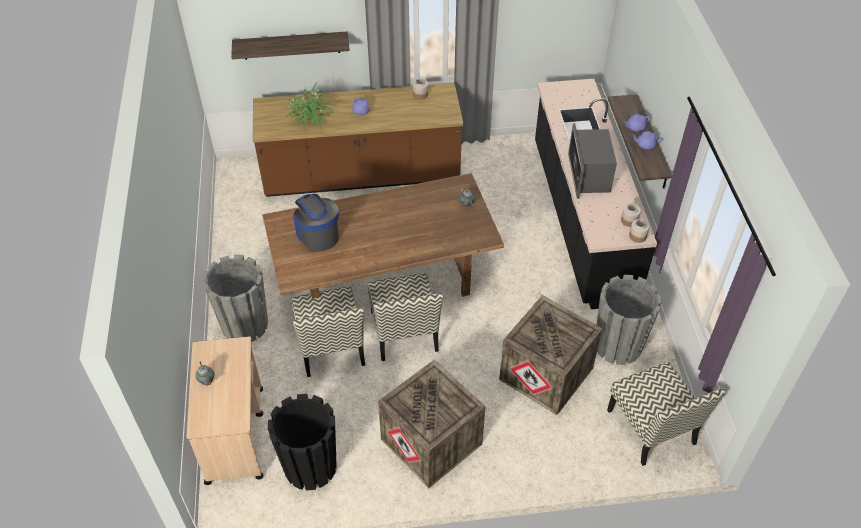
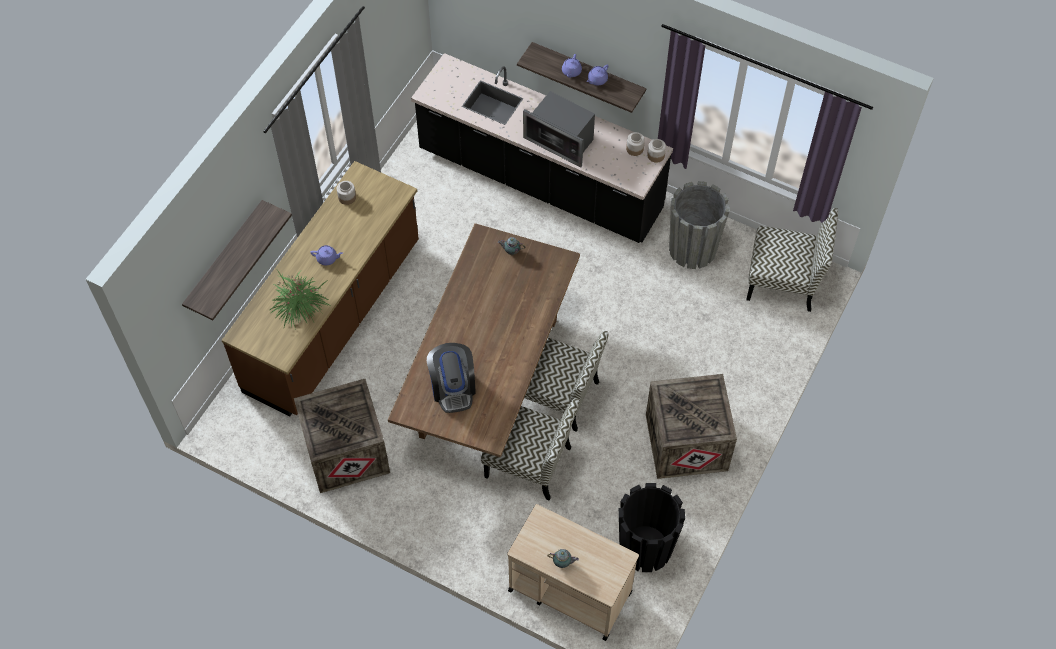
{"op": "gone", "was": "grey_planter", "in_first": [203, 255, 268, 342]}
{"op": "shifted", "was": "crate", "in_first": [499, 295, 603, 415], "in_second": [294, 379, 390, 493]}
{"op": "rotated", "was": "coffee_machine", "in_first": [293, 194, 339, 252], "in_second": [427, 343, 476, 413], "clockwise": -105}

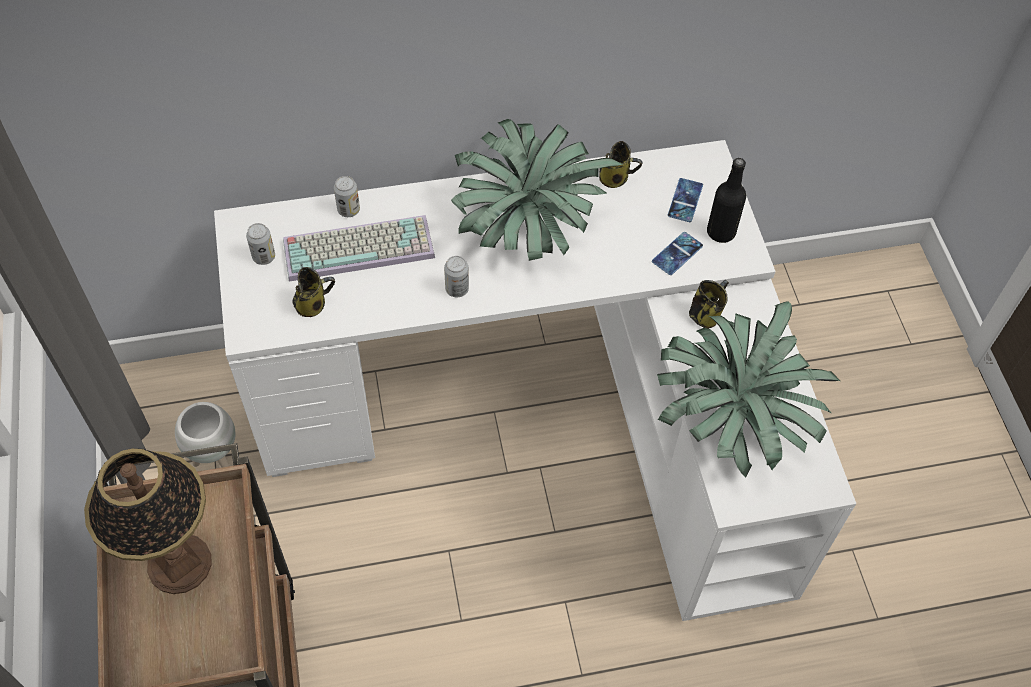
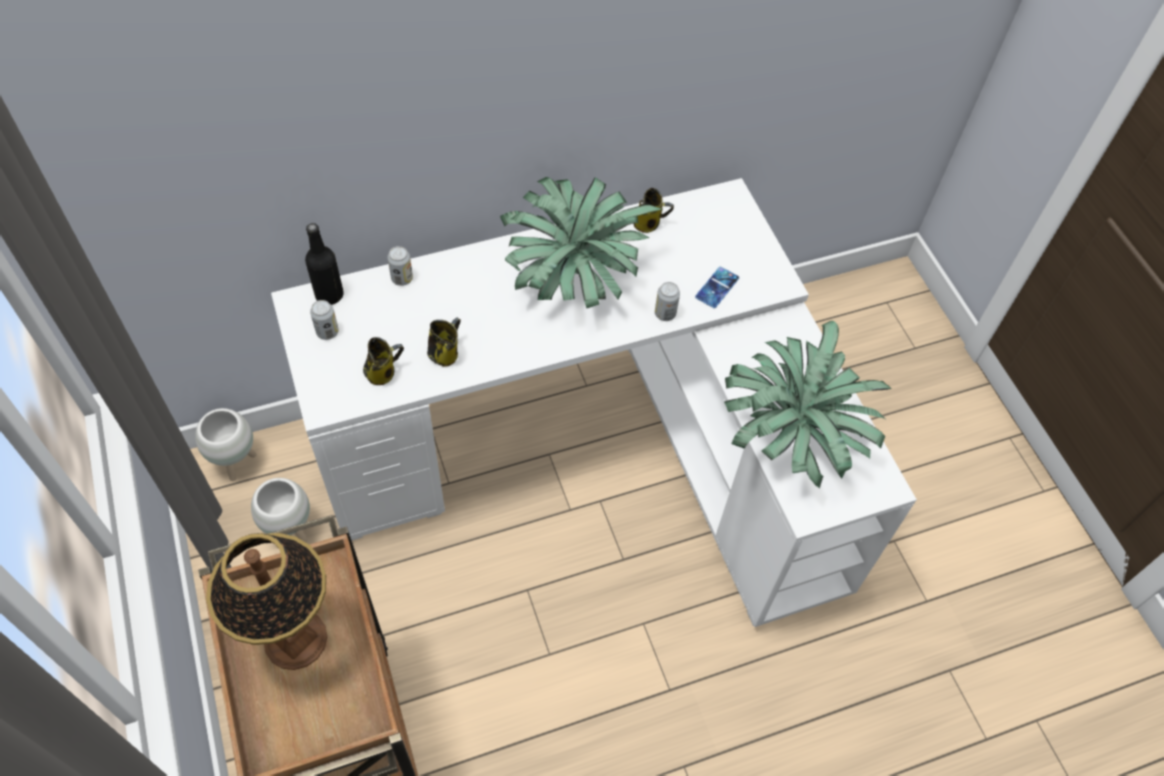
{"op": "gone", "was": "keyboard", "in_first": [283, 215, 435, 282]}
{"op": "gone", "was": "phone", "in_first": [668, 178, 703, 222]}
{"op": "new", "now": "white_planter", "in_second": [195, 408, 257, 481]}
{"op": "shifted", "was": "can", "in_first": [444, 256, 469, 297], "in_second": [655, 282, 680, 321]}
{"op": "shifted", "was": "mug", "in_first": [689, 280, 729, 329], "in_second": [427, 318, 461, 367]}
{"op": "shifted", "was": "black_bottle", "in_first": [707, 158, 746, 243], "in_second": [305, 223, 344, 305]}

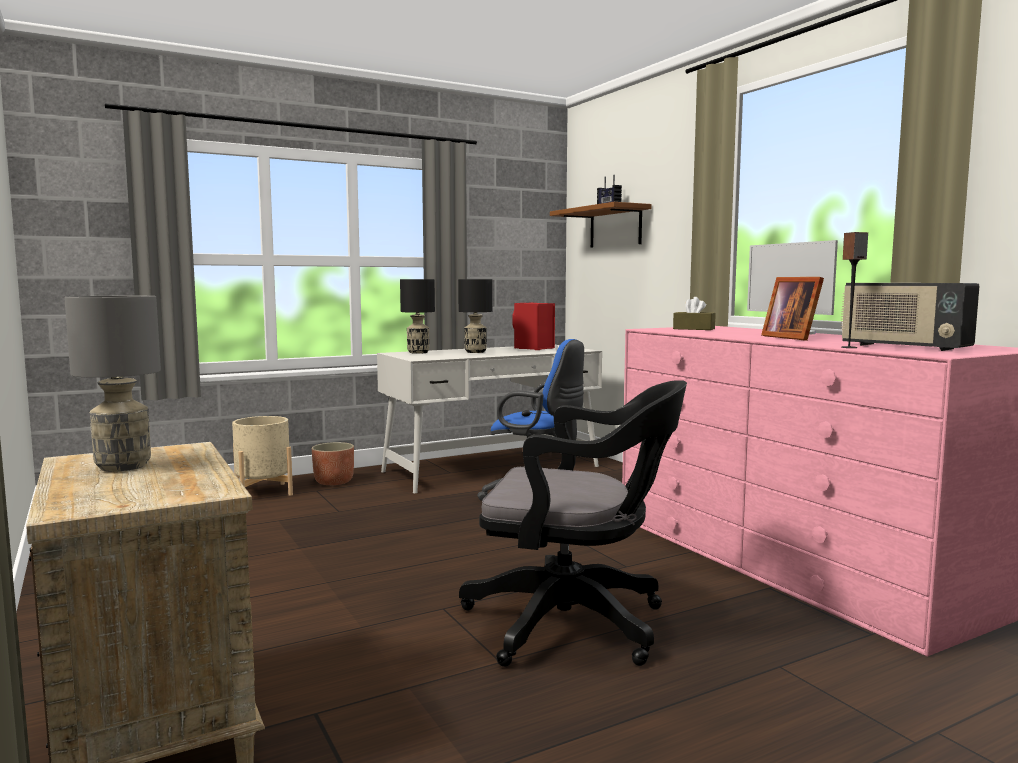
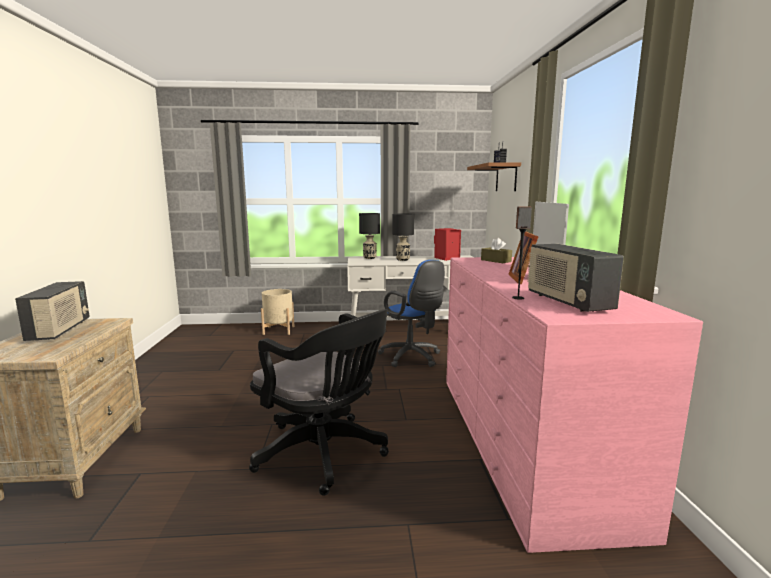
{"op": "gone", "was": "planter", "in_first": [312, 442, 354, 485]}
{"op": "swapped", "was": "grey_table_lamp", "now": "radio", "in_first": [64, 296, 161, 472], "in_second": [15, 281, 89, 341]}

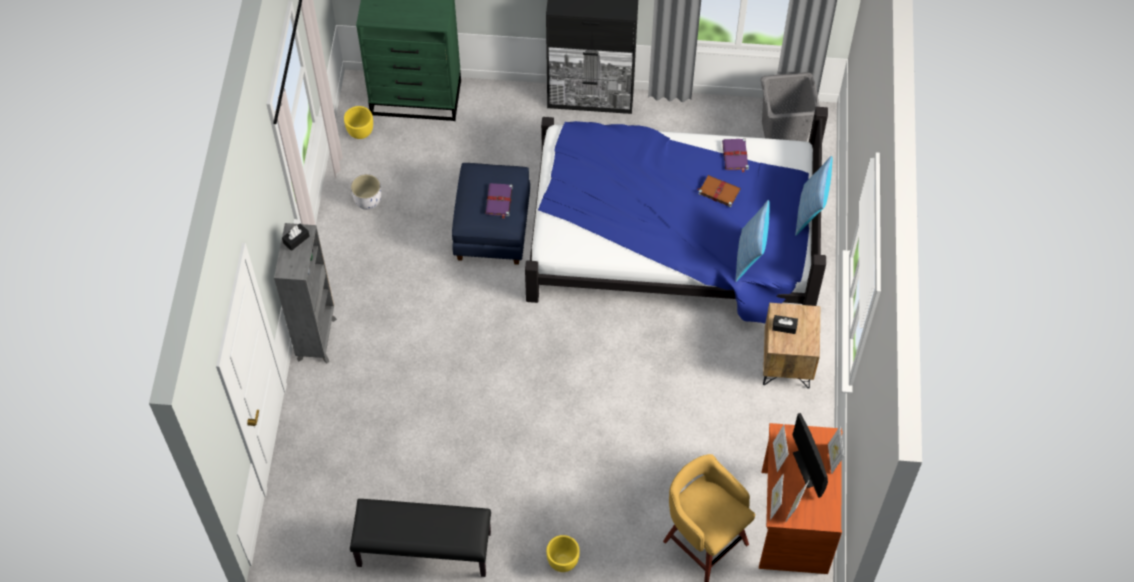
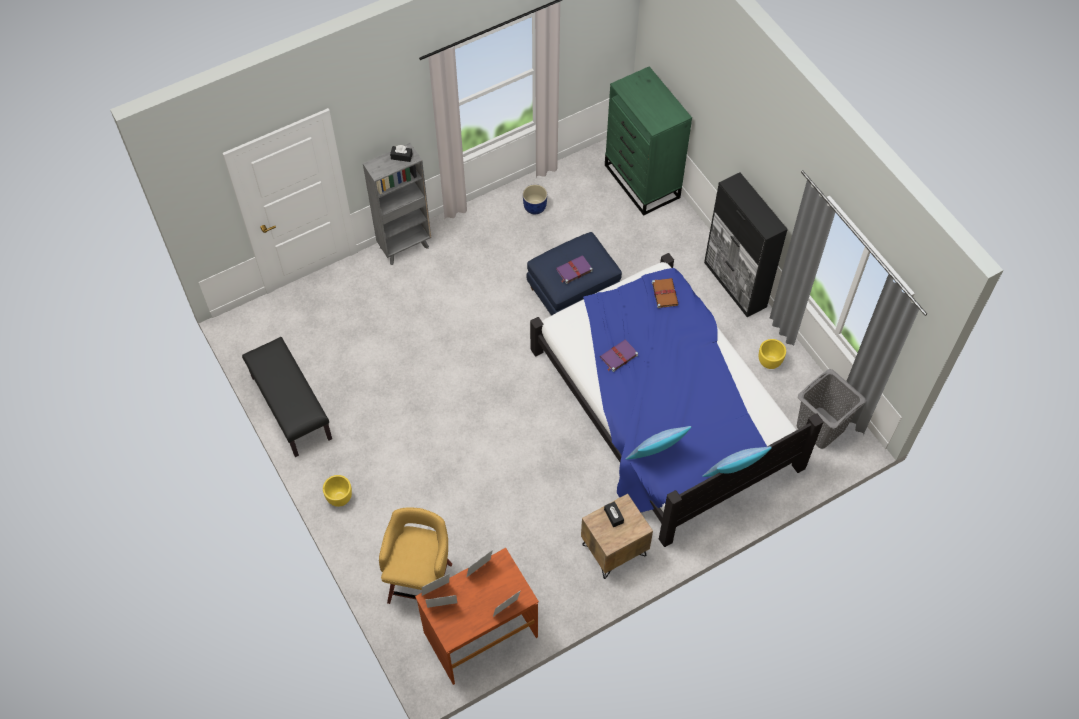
{"op": "gone", "was": "monitor", "in_first": [793, 413, 828, 498]}
{"op": "shifted", "was": "yellow_planter", "in_first": [344, 106, 373, 139], "in_second": [759, 339, 786, 369]}
{"op": "shifted", "was": "brown_book", "in_first": [697, 175, 741, 207], "in_second": [652, 278, 679, 308]}
{"op": "shifted", "was": "purple_book", "in_first": [722, 139, 749, 173], "in_second": [600, 340, 638, 372]}
{"op": "repainted", "was": "white_planter", "now": "blue_planter", "in_first": [351, 174, 381, 210], "in_second": [523, 184, 547, 214]}

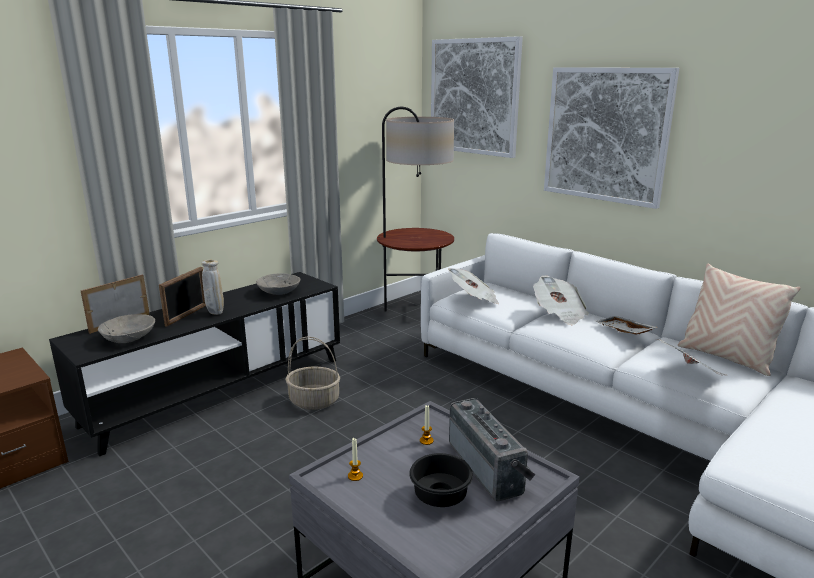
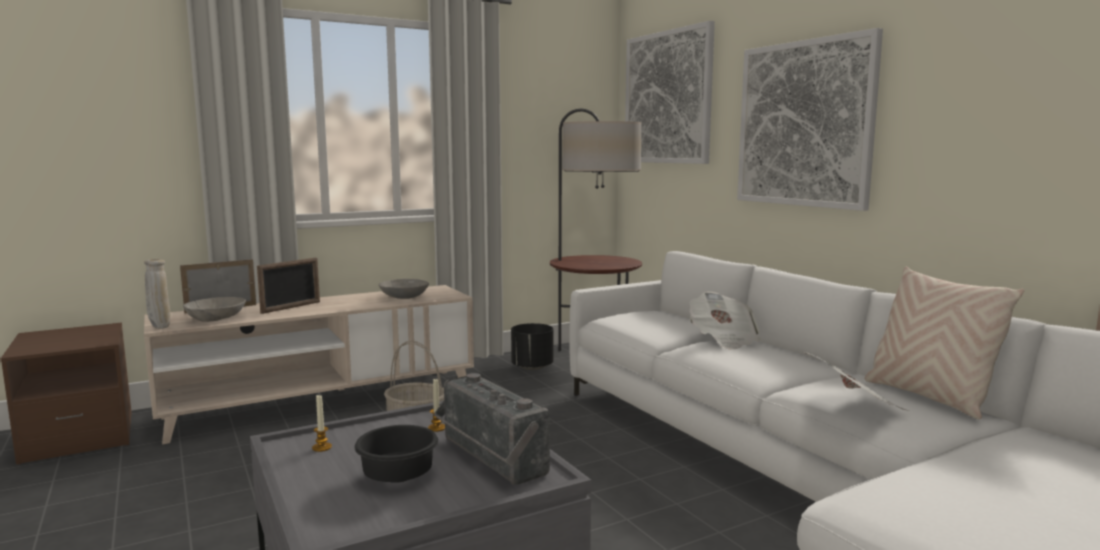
{"op": "gone", "was": "newspaper", "in_first": [448, 268, 499, 304]}
{"op": "gone", "was": "grey_tray", "in_first": [595, 316, 657, 335]}
{"op": "new", "now": "black_planter", "in_second": [511, 323, 554, 370]}
{"op": "shifted", "was": "beige_vase", "in_first": [202, 260, 224, 315], "in_second": [144, 259, 171, 329]}
{"op": "repainted", "was": "black_tv_stand", "now": "beige_tv_stand", "in_first": [49, 272, 340, 456], "in_second": [144, 285, 474, 444]}
{"op": "rotated", "was": "radio", "in_first": [449, 398, 536, 501], "in_second": [434, 373, 550, 485], "clockwise": 150}

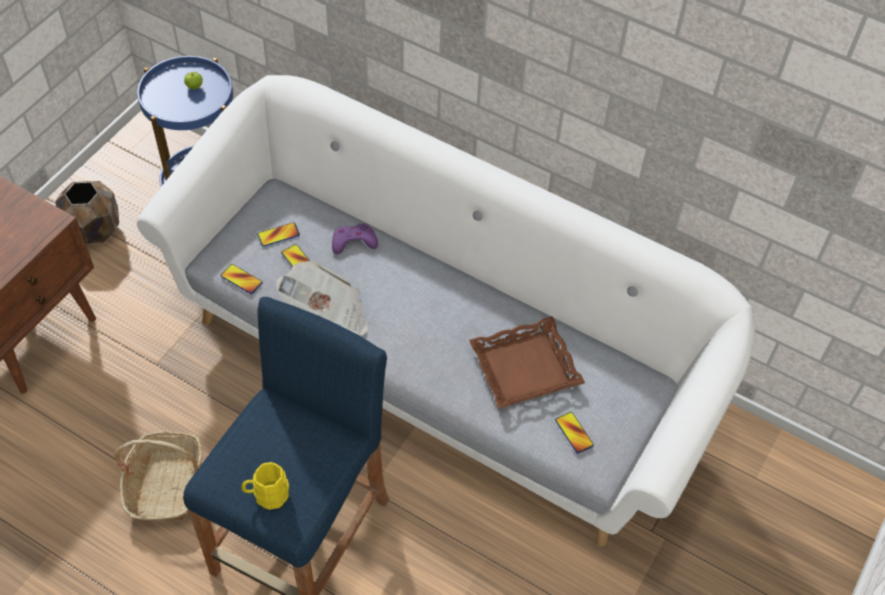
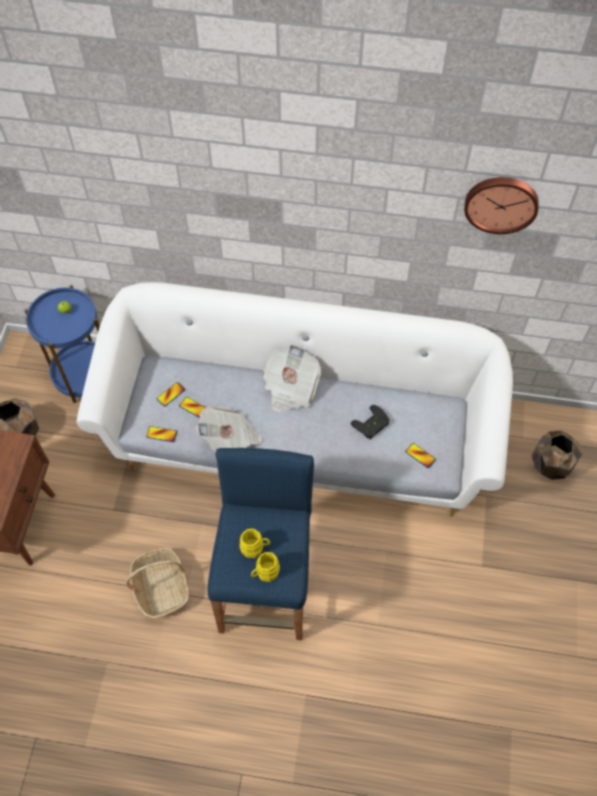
{"op": "gone", "was": "purple_game_controller", "in_first": [332, 224, 378, 254]}
{"op": "new", "now": "yellow_mug", "in_second": [240, 529, 270, 558]}
{"op": "new", "now": "newspaper", "in_second": [263, 344, 321, 412]}
{"op": "new", "now": "wall_clock", "in_second": [464, 177, 539, 234]}
{"op": "new", "now": "brown_planter", "in_second": [531, 431, 582, 480]}
{"op": "swapped", "was": "brown_tray", "now": "black_game_controller", "in_first": [469, 316, 585, 409], "in_second": [351, 405, 389, 439]}

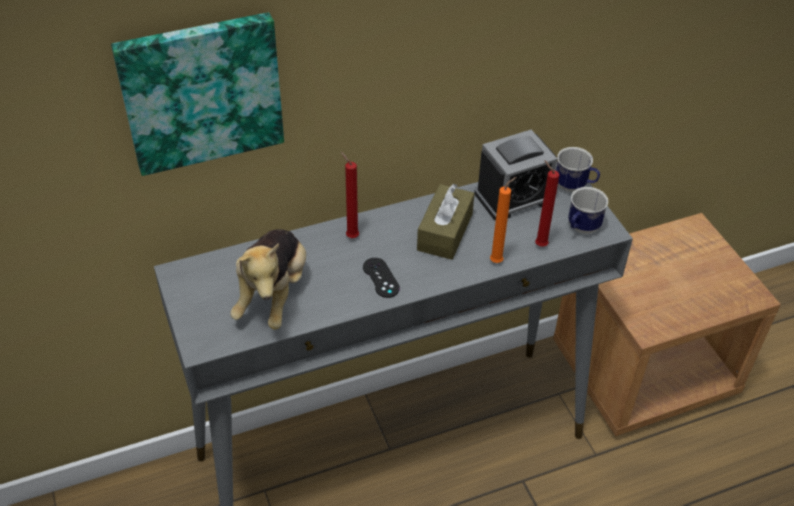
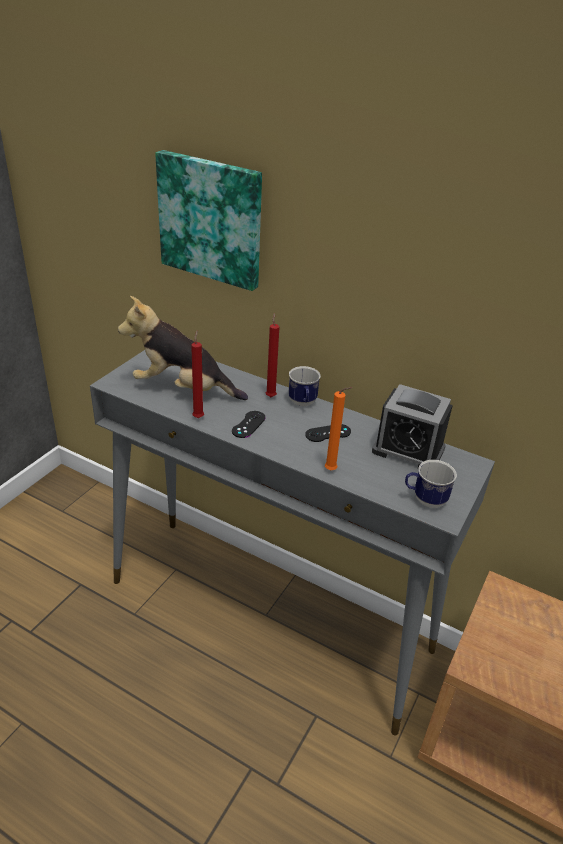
{"op": "shifted", "was": "red_candle", "in_first": [535, 160, 559, 247], "in_second": [191, 331, 204, 418]}
{"op": "shifted", "was": "mug", "in_first": [556, 147, 600, 192], "in_second": [289, 366, 321, 407]}
{"op": "swapped", "was": "brown_tissue_box", "now": "black_game_controller", "in_first": [417, 184, 475, 260], "in_second": [305, 424, 351, 442]}
{"op": "rotated", "was": "plush_toy", "in_first": [230, 229, 306, 330], "in_second": [118, 296, 248, 400], "clockwise": 45}

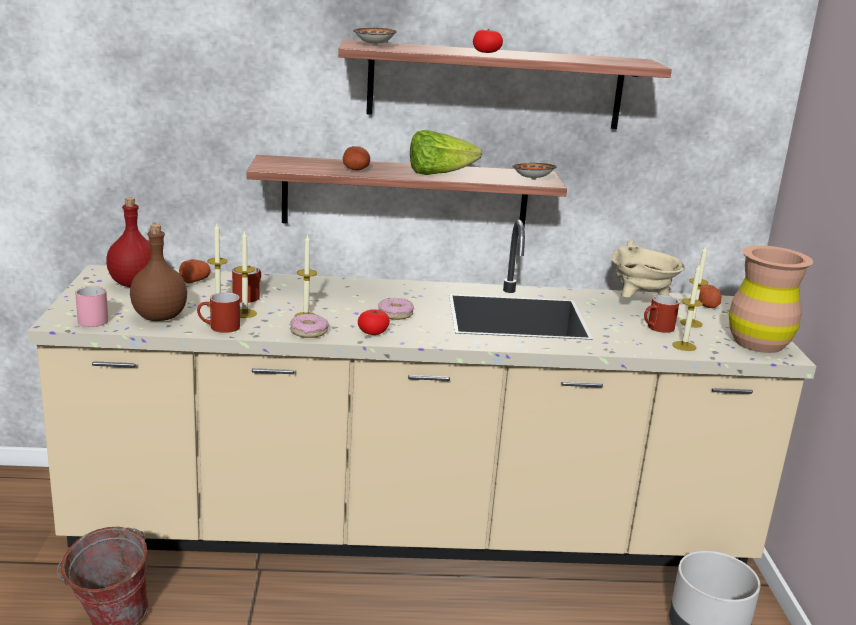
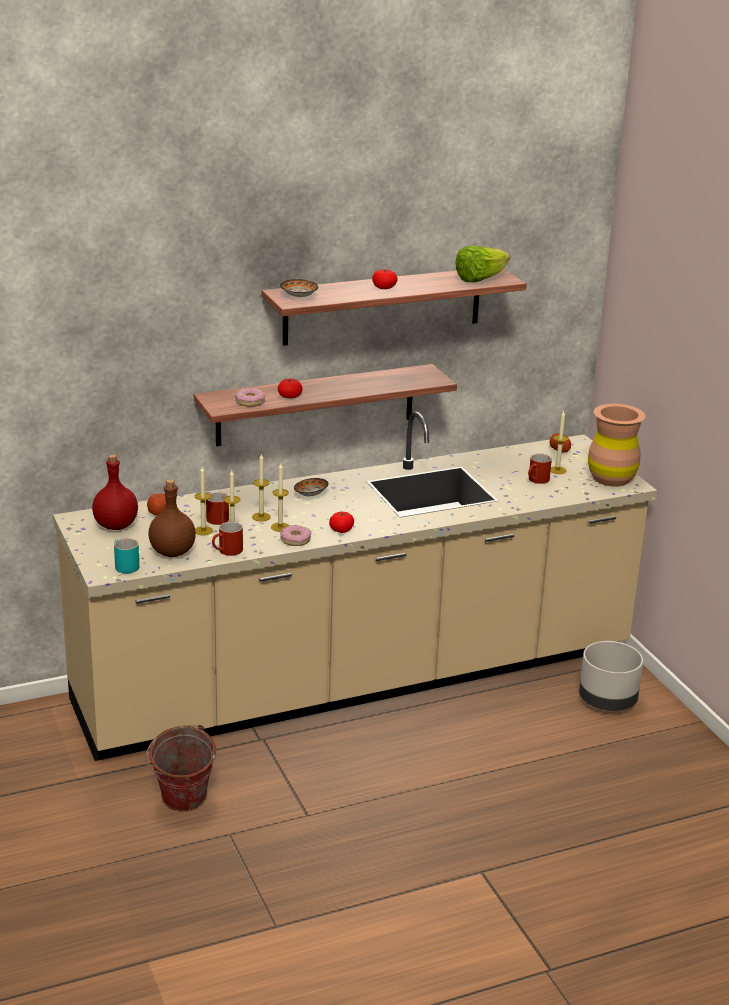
{"op": "gone", "was": "beige_cooking_pot", "in_first": [611, 240, 685, 298]}
{"op": "shifted", "was": "donut", "in_first": [378, 298, 414, 320], "in_second": [235, 388, 265, 407]}
{"op": "shifted", "was": "lettuce", "in_first": [410, 130, 482, 175], "in_second": [455, 245, 510, 282]}
{"op": "shifted", "was": "bowl", "in_first": [512, 163, 556, 180], "in_second": [294, 478, 329, 496]}
{"op": "shifted", "was": "candle", "in_first": [672, 265, 703, 351], "in_second": [252, 454, 271, 522]}
{"op": "swapped", "was": "potato", "now": "tomato", "in_first": [343, 146, 370, 170], "in_second": [278, 379, 303, 398]}
{"op": "repainted", "was": "pink_mug", "now": "turquoise_mug", "in_first": [75, 286, 108, 327], "in_second": [114, 538, 139, 574]}

